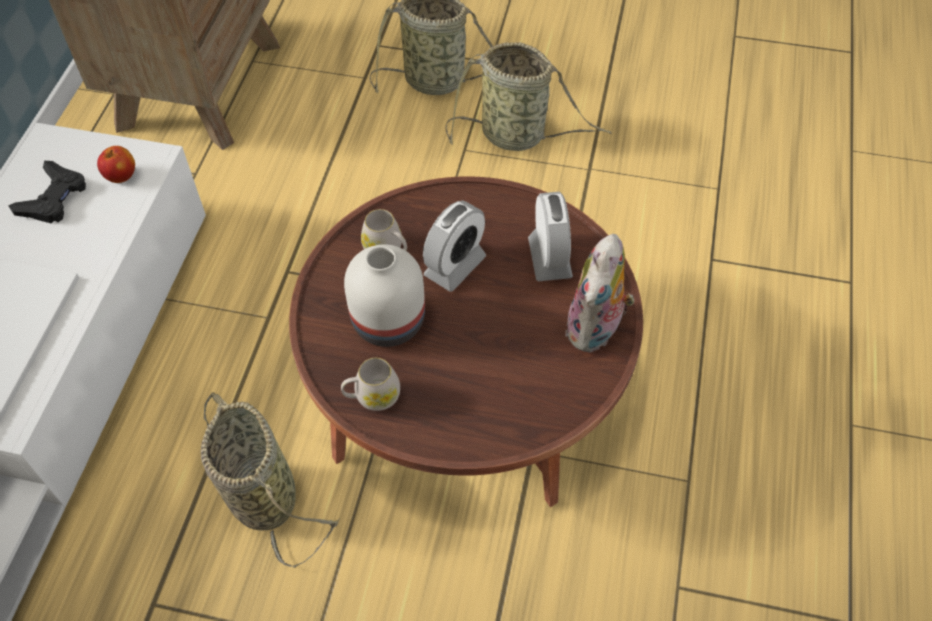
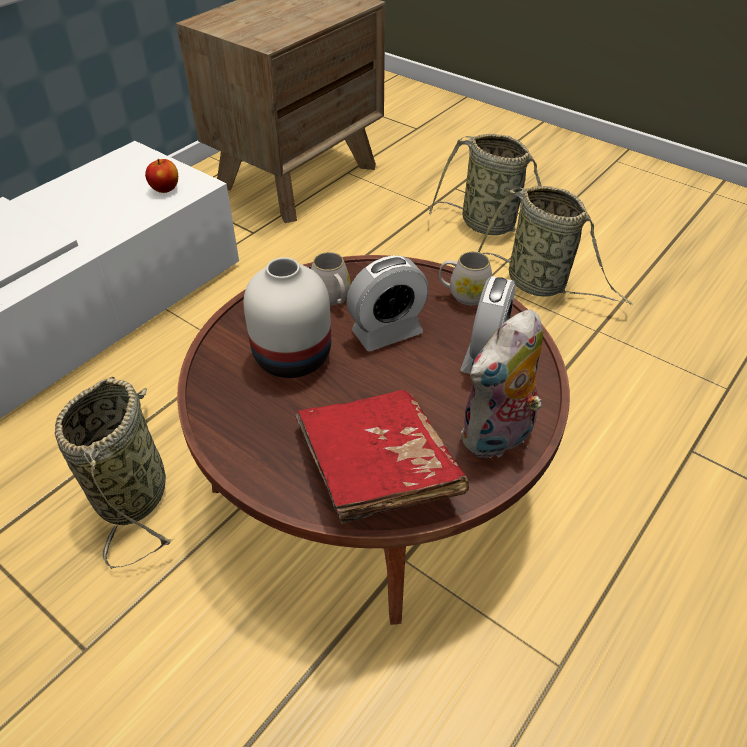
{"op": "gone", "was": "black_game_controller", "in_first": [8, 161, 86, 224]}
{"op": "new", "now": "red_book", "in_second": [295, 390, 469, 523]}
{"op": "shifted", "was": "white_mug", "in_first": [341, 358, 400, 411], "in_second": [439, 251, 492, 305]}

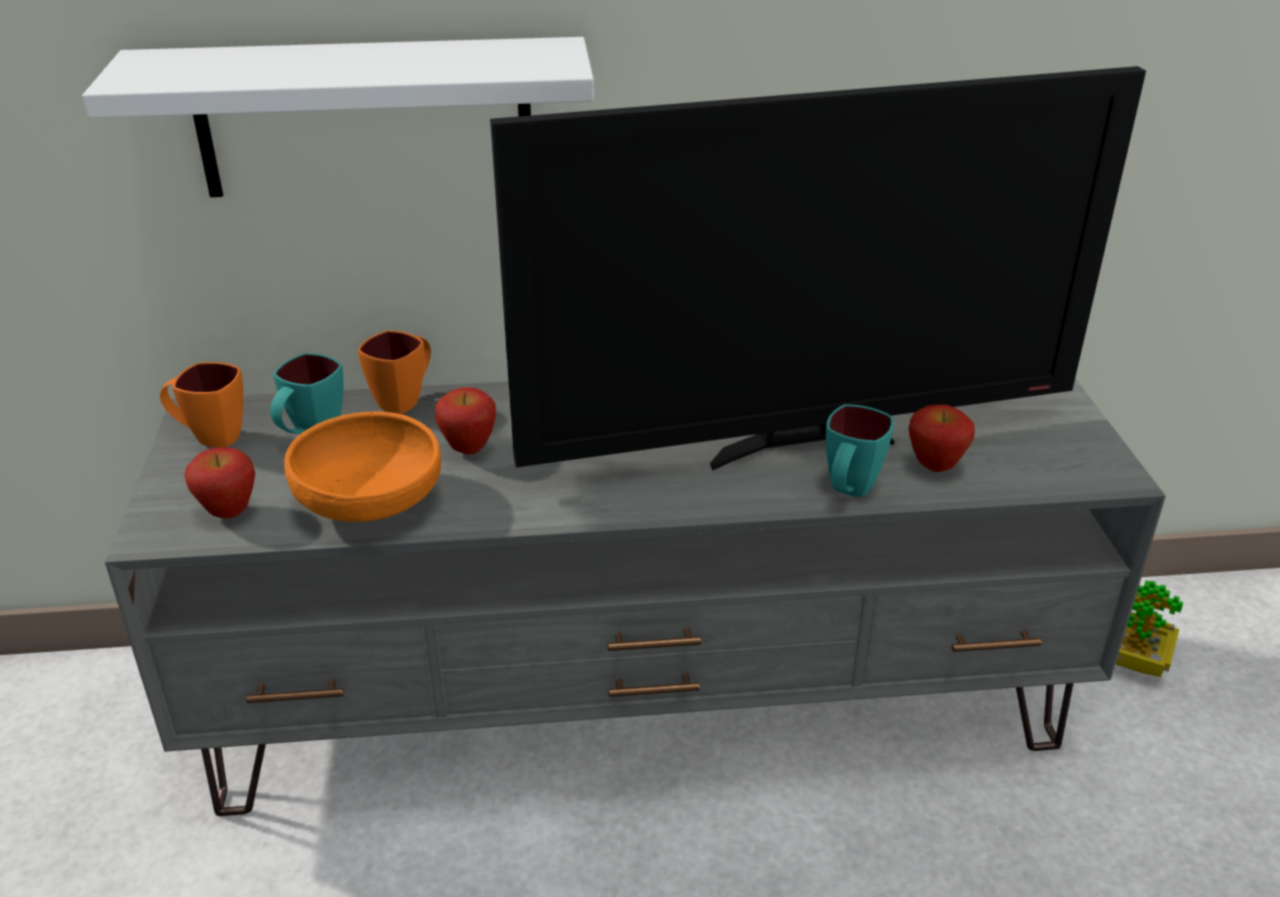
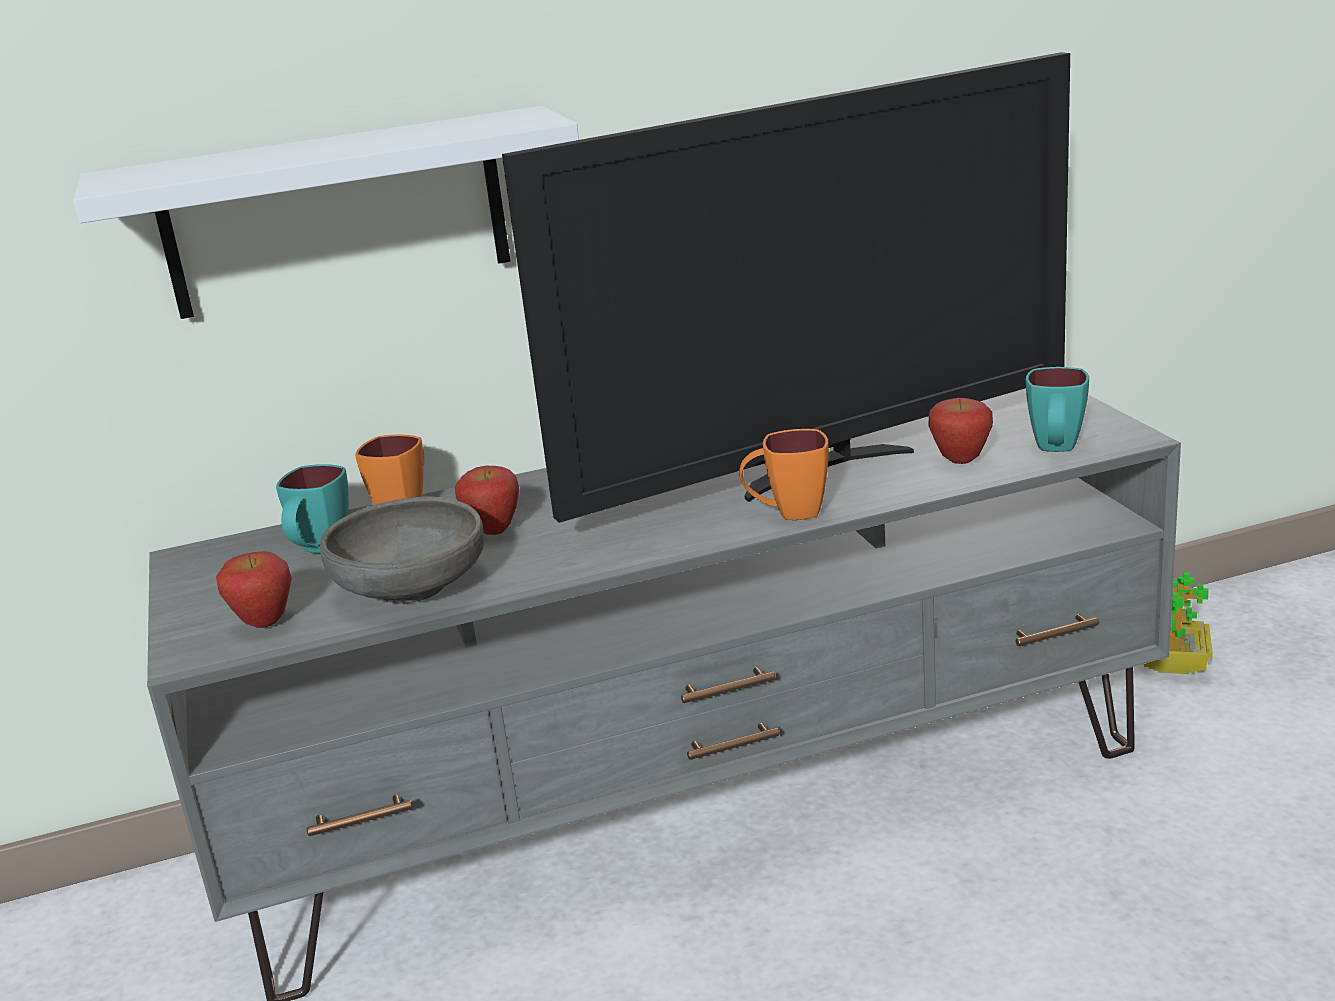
{"op": "shifted", "was": "orange_mug", "in_first": [160, 362, 243, 448], "in_second": [739, 429, 829, 520]}
{"op": "shifted", "was": "turquoise_mug", "in_first": [826, 404, 894, 497], "in_second": [1026, 367, 1089, 452]}
{"op": "repainted", "was": "orange_bowl", "now": "grey_bowl", "in_first": [284, 412, 441, 522], "in_second": [320, 497, 484, 604]}

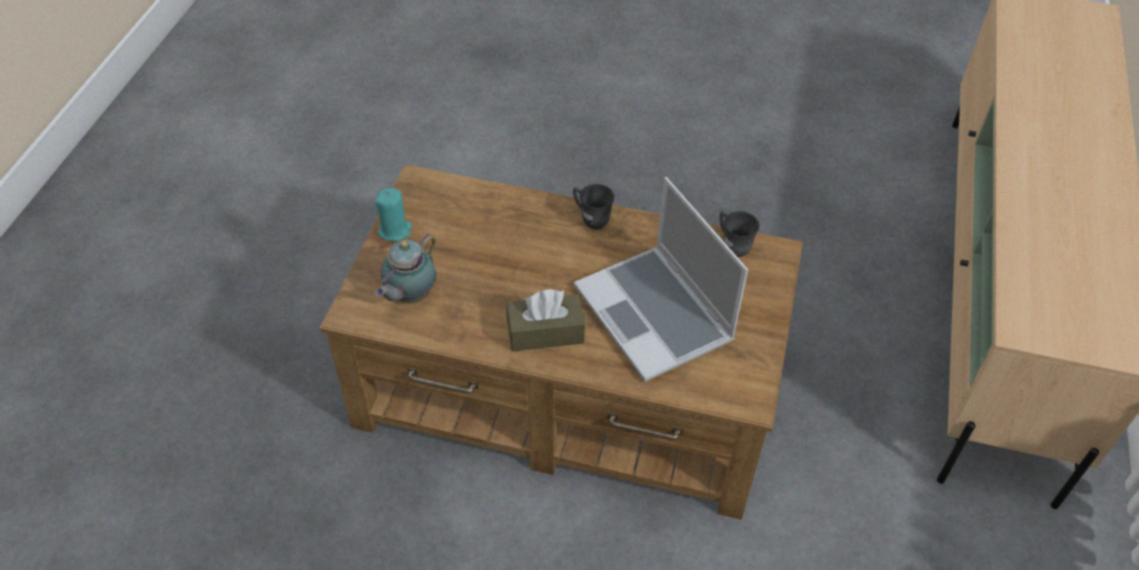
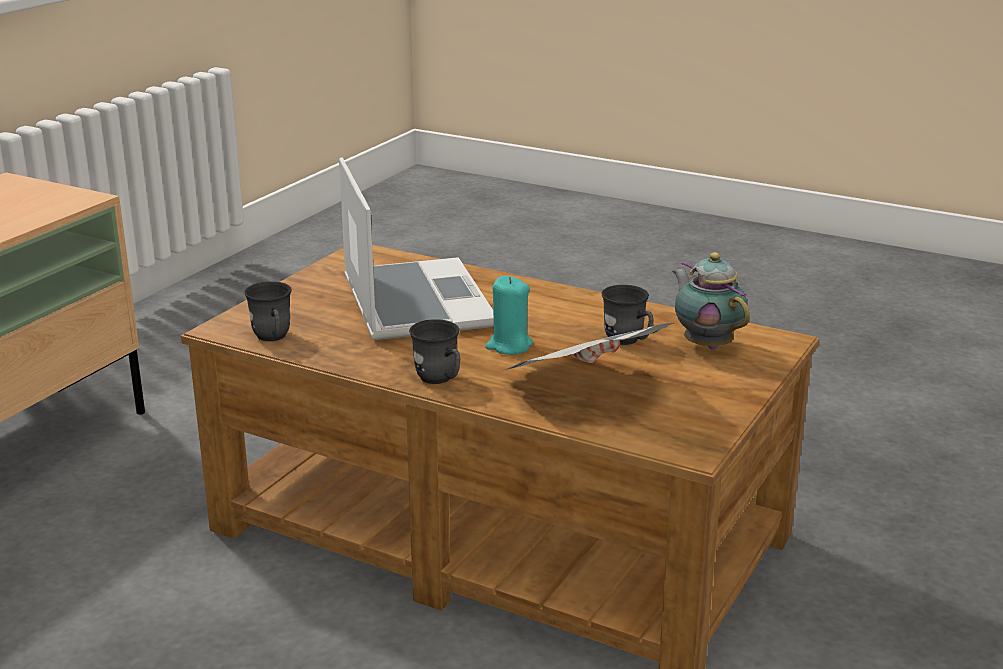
{"op": "gone", "was": "brown_tissue_box", "in_first": [506, 289, 585, 351]}
{"op": "new", "now": "newspaper", "in_second": [505, 323, 674, 370]}
{"op": "new", "now": "grey_mug", "in_second": [602, 285, 654, 345]}
{"op": "shifted", "was": "turquoise_candle", "in_first": [375, 188, 412, 242], "in_second": [485, 276, 533, 355]}
{"op": "rotated", "was": "teapot", "in_first": [375, 232, 436, 303], "in_second": [673, 252, 750, 350], "clockwise": -75}

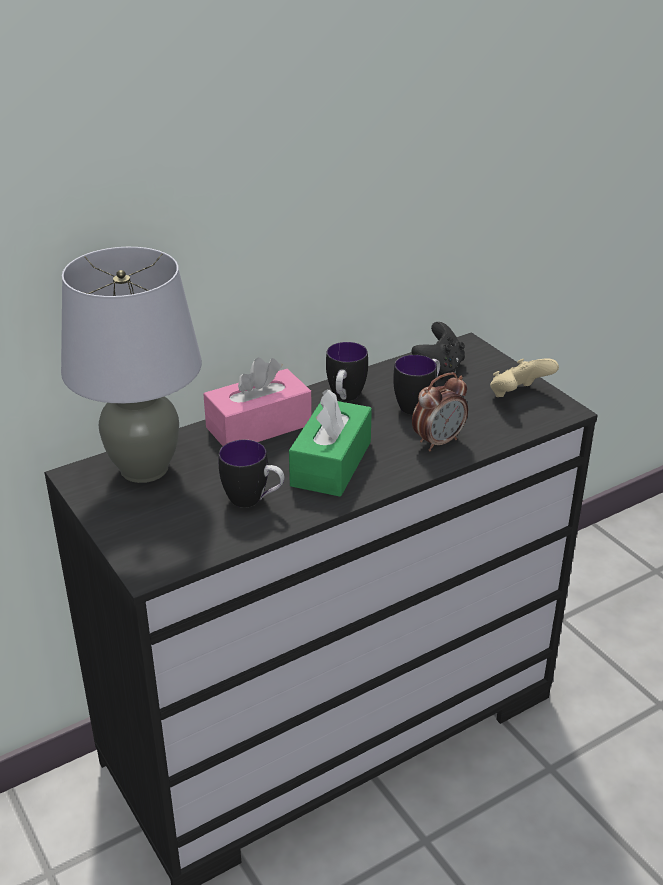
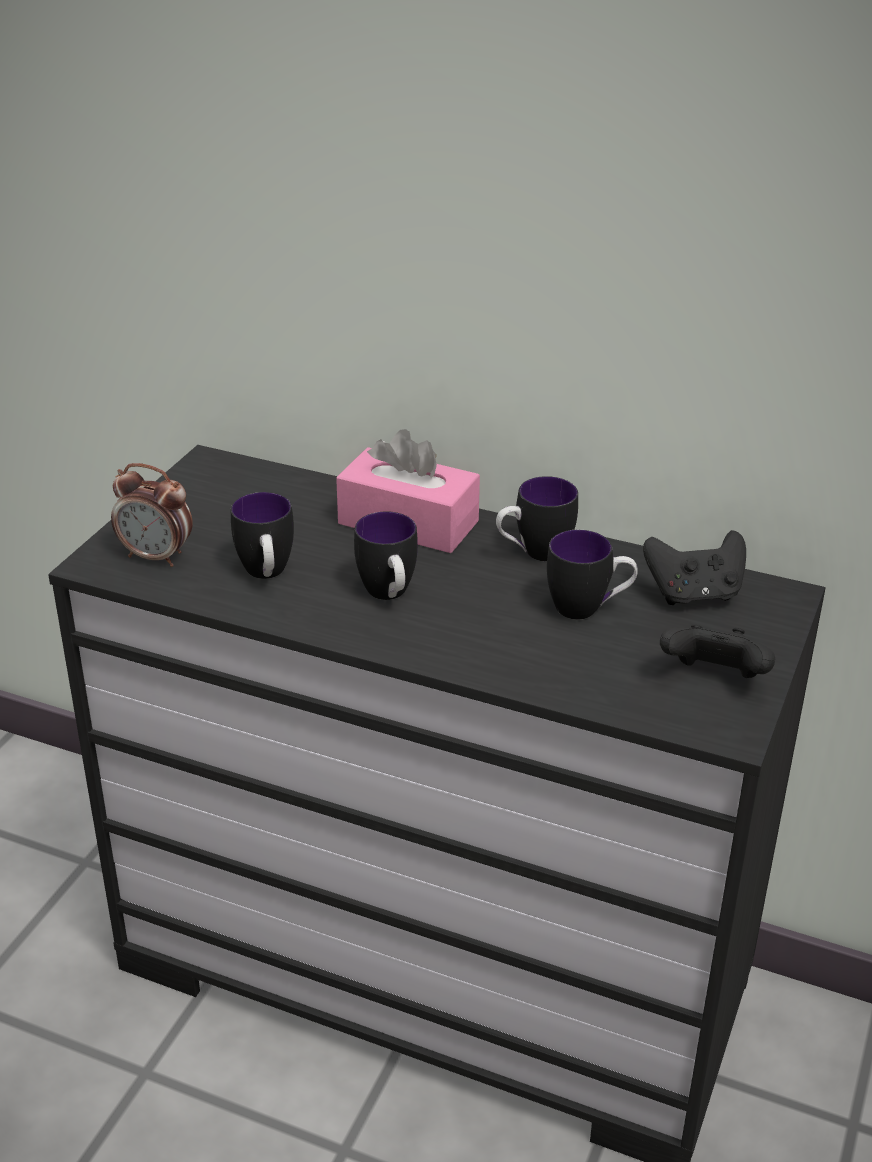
{"op": "gone", "was": "grey_table_lamp", "in_first": [61, 247, 202, 483]}
{"op": "shifted", "was": "alarm_clock", "in_first": [412, 372, 468, 451], "in_second": [111, 463, 193, 567]}
{"op": "swapped", "was": "green_tissue_box", "now": "mug", "in_first": [289, 389, 372, 497], "in_second": [354, 511, 418, 600]}
{"op": "repainted", "was": "beige_game_controller", "now": "black_game_controller", "in_first": [490, 358, 559, 397], "in_second": [660, 625, 775, 678]}

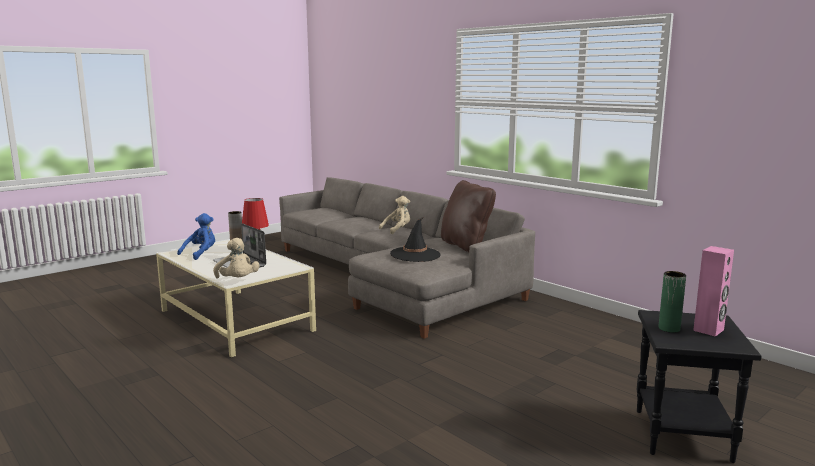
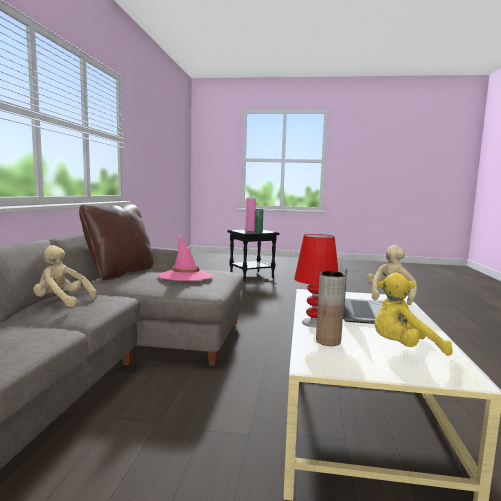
{"op": "repainted", "was": "blue_plush_toy", "now": "yellow_plush_toy", "in_first": [177, 213, 215, 260], "in_second": [375, 272, 453, 356]}
{"op": "repainted", "was": "black_hat", "now": "pink_hat", "in_first": [390, 217, 441, 262], "in_second": [158, 235, 213, 281]}

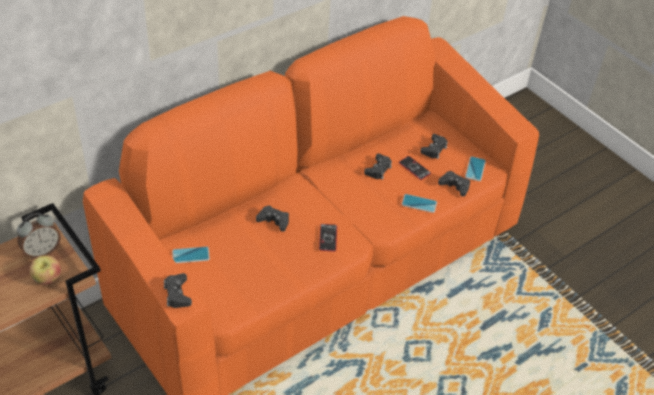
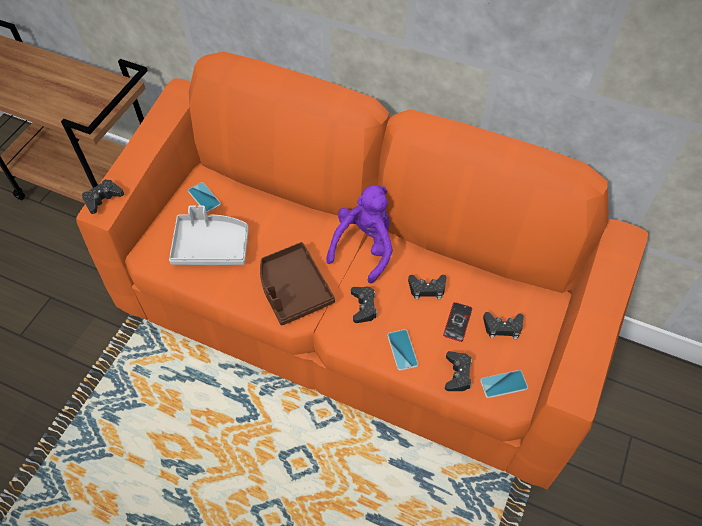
{"op": "gone", "was": "alarm_clock", "in_first": [17, 213, 61, 259]}
{"op": "gone", "was": "apple", "in_first": [29, 255, 61, 285]}
{"op": "new", "now": "grey_tray", "in_second": [169, 205, 249, 265]}
{"op": "new", "now": "purple_plush_toy", "in_second": [326, 185, 393, 283]}
{"op": "shifted", "was": "black_game_controller", "in_first": [256, 205, 289, 232], "in_second": [351, 286, 377, 323]}
{"op": "swapped", "was": "phone", "now": "brown_tray", "in_first": [319, 224, 337, 252], "in_second": [260, 242, 335, 325]}

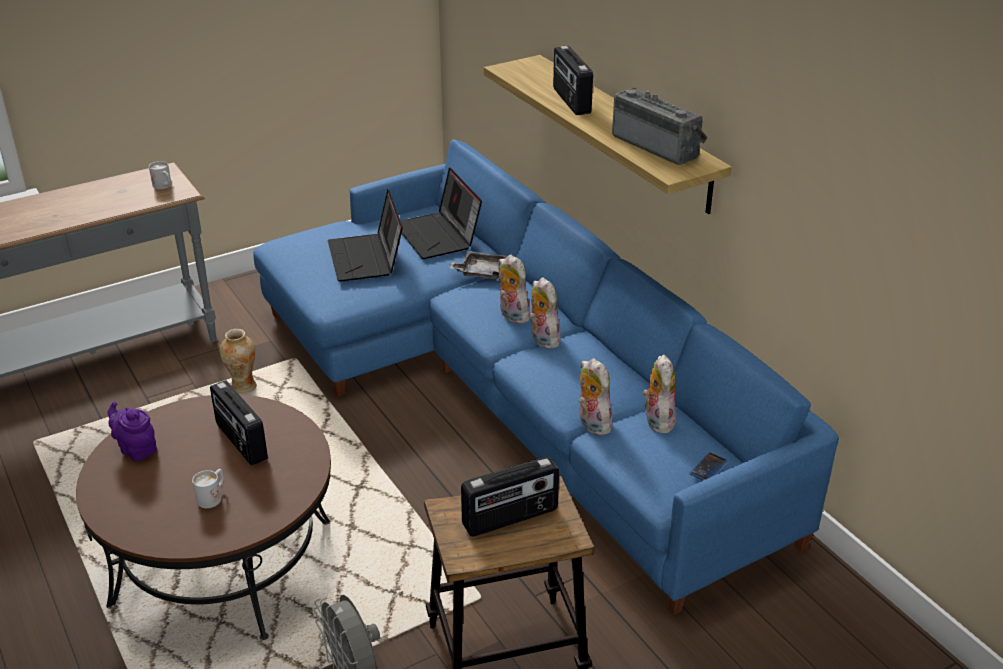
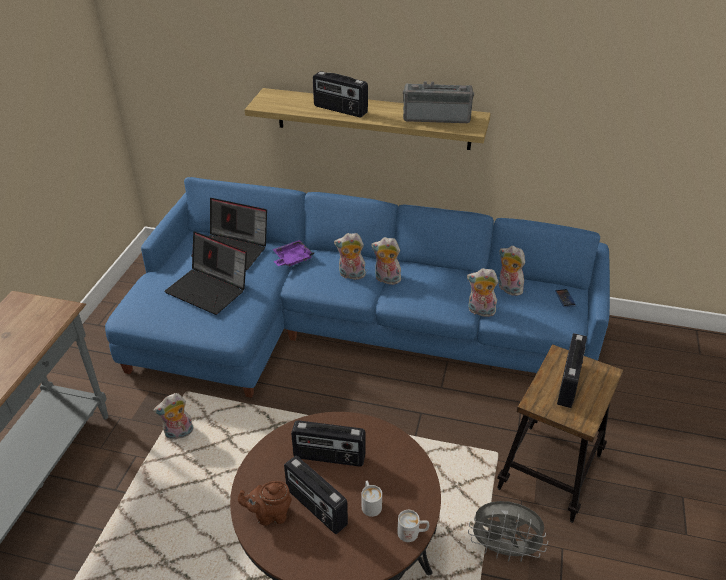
{"op": "new", "now": "radio", "in_second": [284, 456, 348, 534]}
{"op": "shifted", "was": "white_mug", "in_first": [149, 161, 172, 189], "in_second": [397, 510, 429, 542]}
{"op": "swapped", "was": "vase", "now": "plush_toy", "in_first": [219, 329, 257, 394], "in_second": [153, 393, 194, 440]}
{"op": "repainted", "was": "purple_teapot", "now": "brown_teapot", "in_first": [108, 401, 157, 461], "in_second": [238, 481, 292, 526]}
{"op": "repainted", "was": "grey_tray", "now": "purple_tray", "in_first": [449, 251, 507, 279], "in_second": [272, 240, 314, 267]}

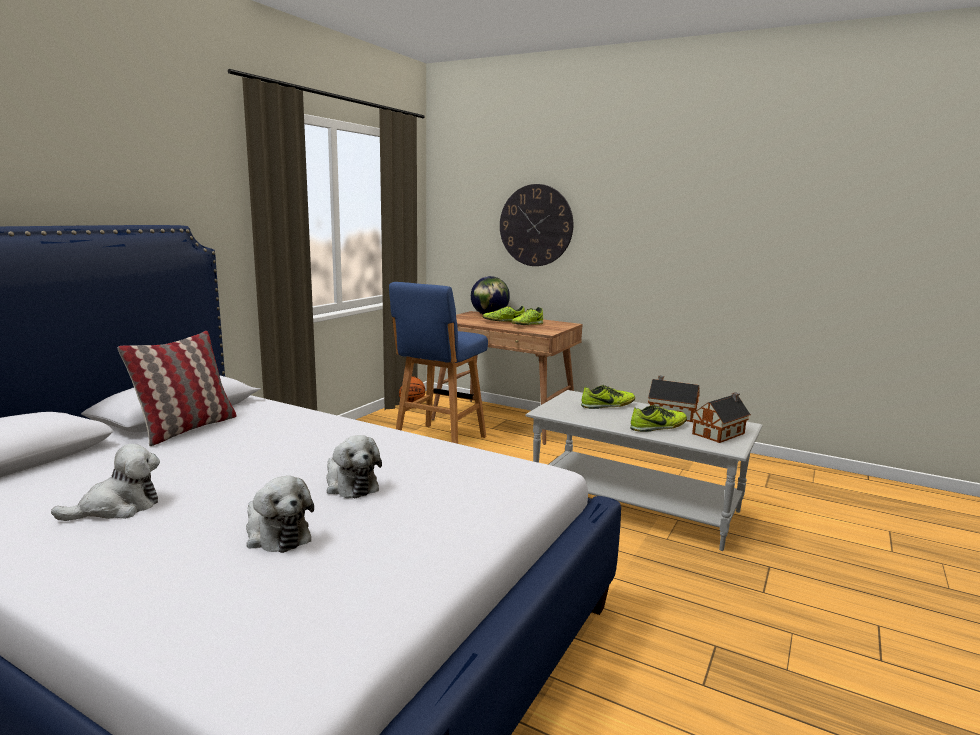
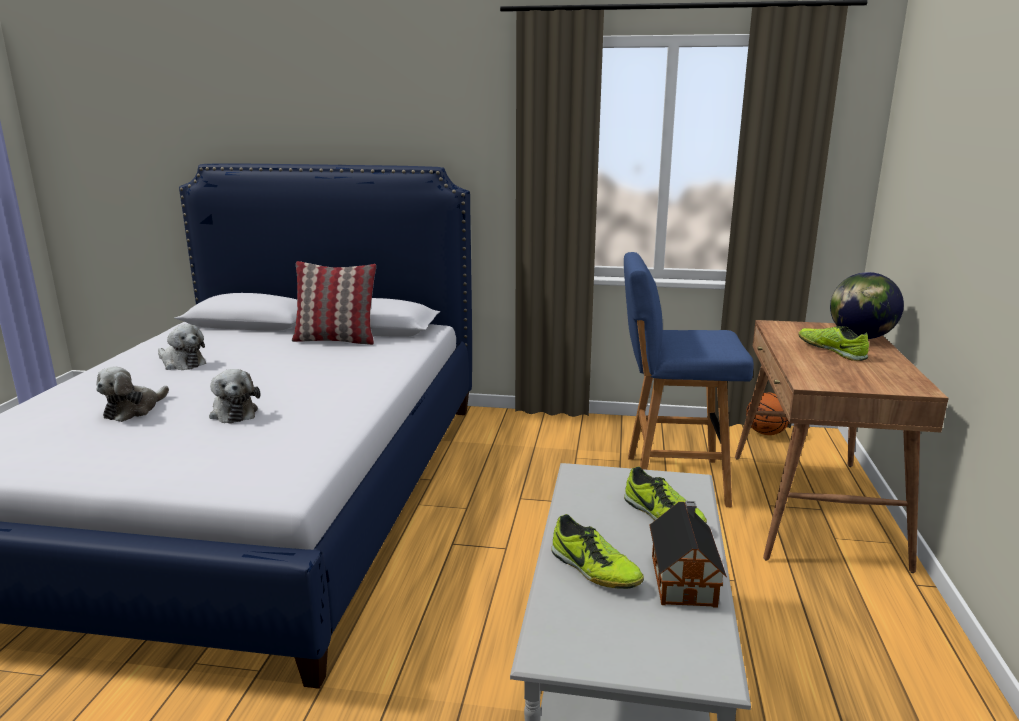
{"op": "gone", "was": "wall_clock", "in_first": [500, 184, 573, 266]}
{"op": "gone", "was": "shoe", "in_first": [512, 307, 543, 325]}
{"op": "gone", "was": "toy_house", "in_first": [692, 392, 751, 443]}
{"op": "rotated", "was": "plush_toy", "in_first": [326, 435, 382, 498], "in_second": [209, 369, 260, 424], "clockwise": -60}

